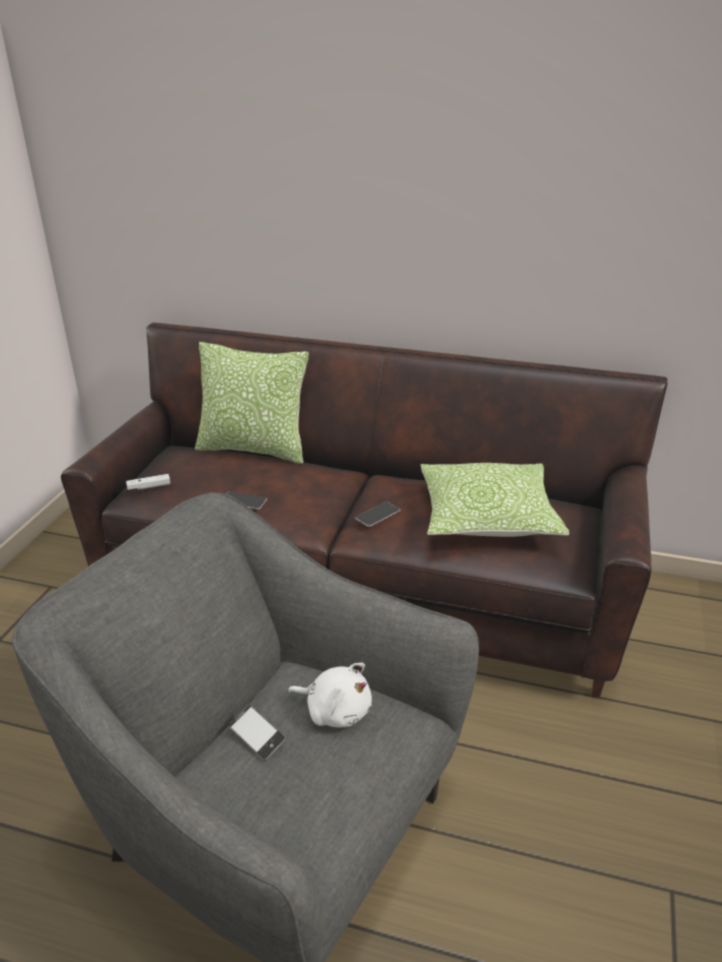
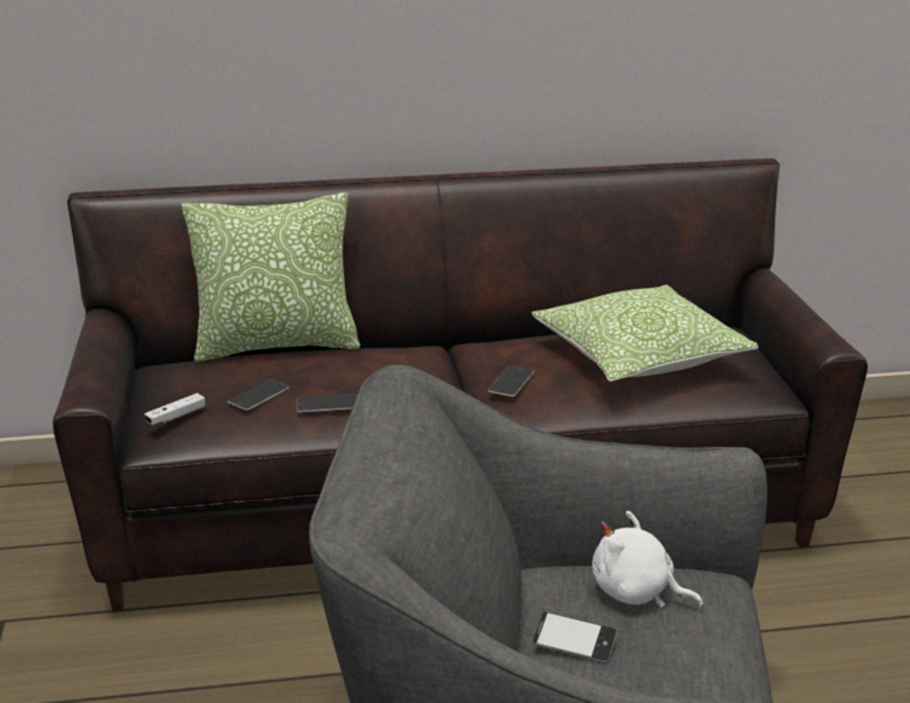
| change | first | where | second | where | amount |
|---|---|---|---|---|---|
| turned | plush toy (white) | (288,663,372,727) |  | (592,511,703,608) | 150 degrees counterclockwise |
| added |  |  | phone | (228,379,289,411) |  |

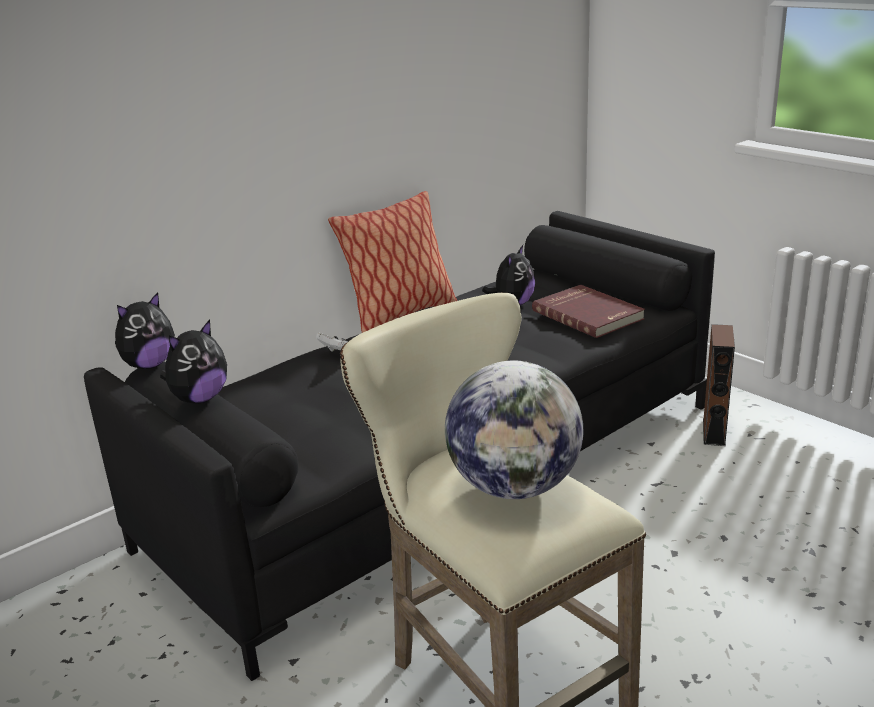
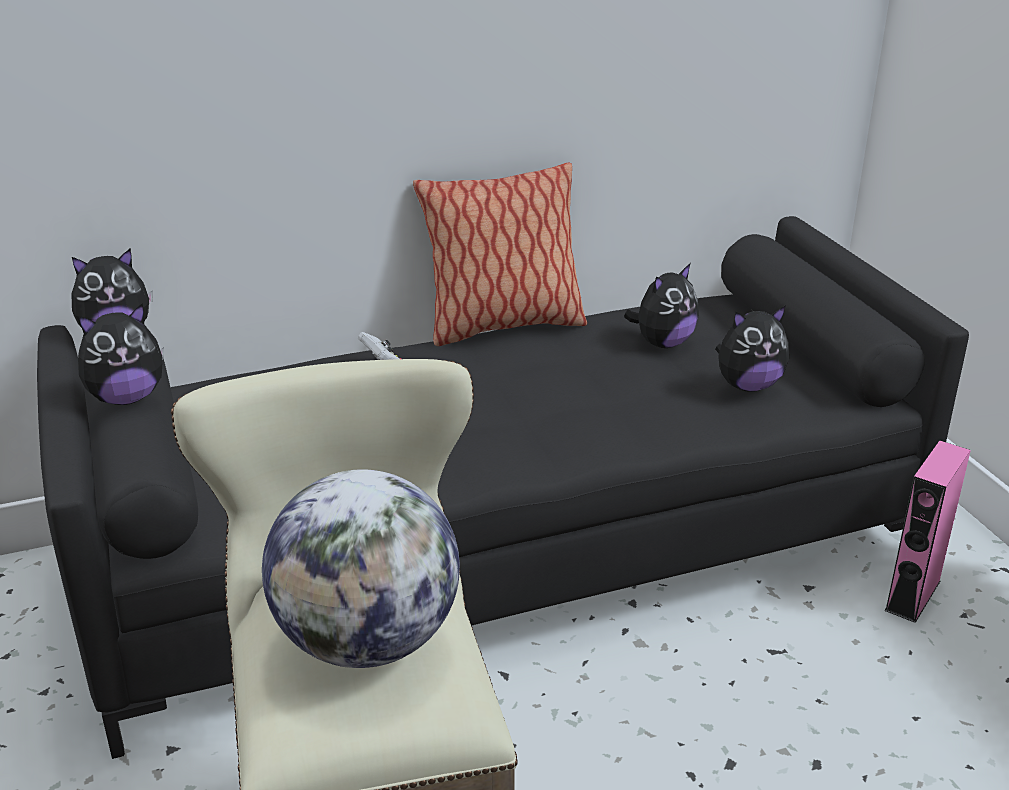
| change | first | where | second | where | amount |
|---|---|---|---|---|---|
| replaced | bound book (red-coloured) | (532,285,645,338) | plush toy | (715,305,789,392) |  |
| recoloured | speaker (brown) | (703,324,735,446) | speaker (pink) | (884,440,971,623) |  |

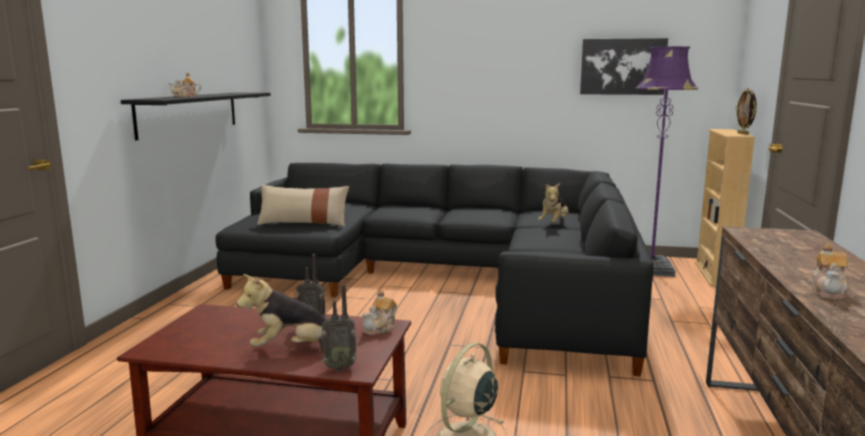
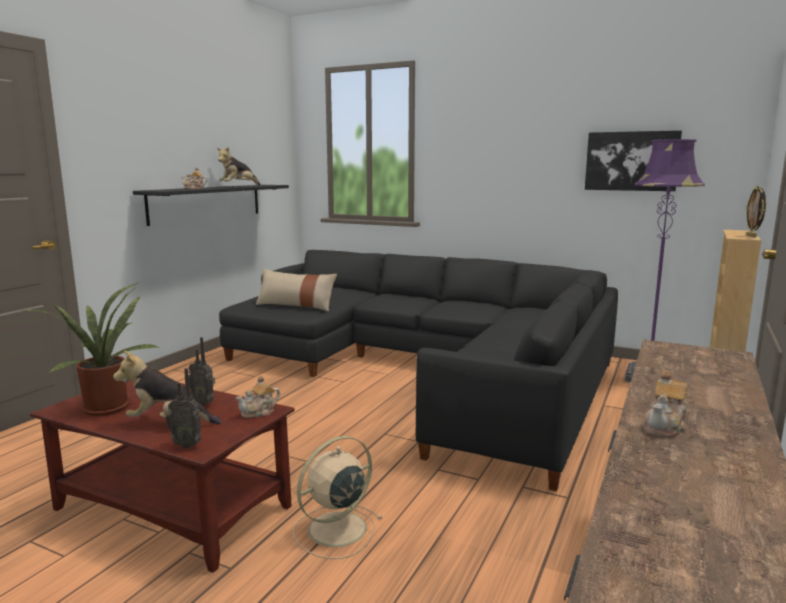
| change | first | where | second | where | amount |
|---|---|---|---|---|---|
| moved | plush toy | (538,183,568,223) |  | (217,147,260,185) |  |
| added |  |  | houseplant | (18,283,161,416) |  |

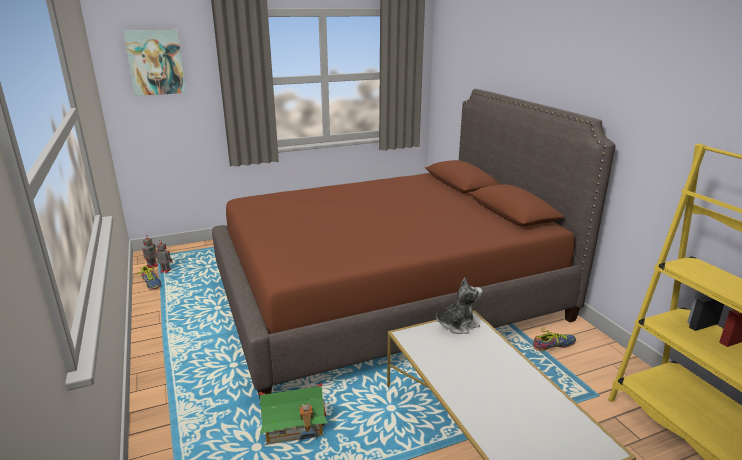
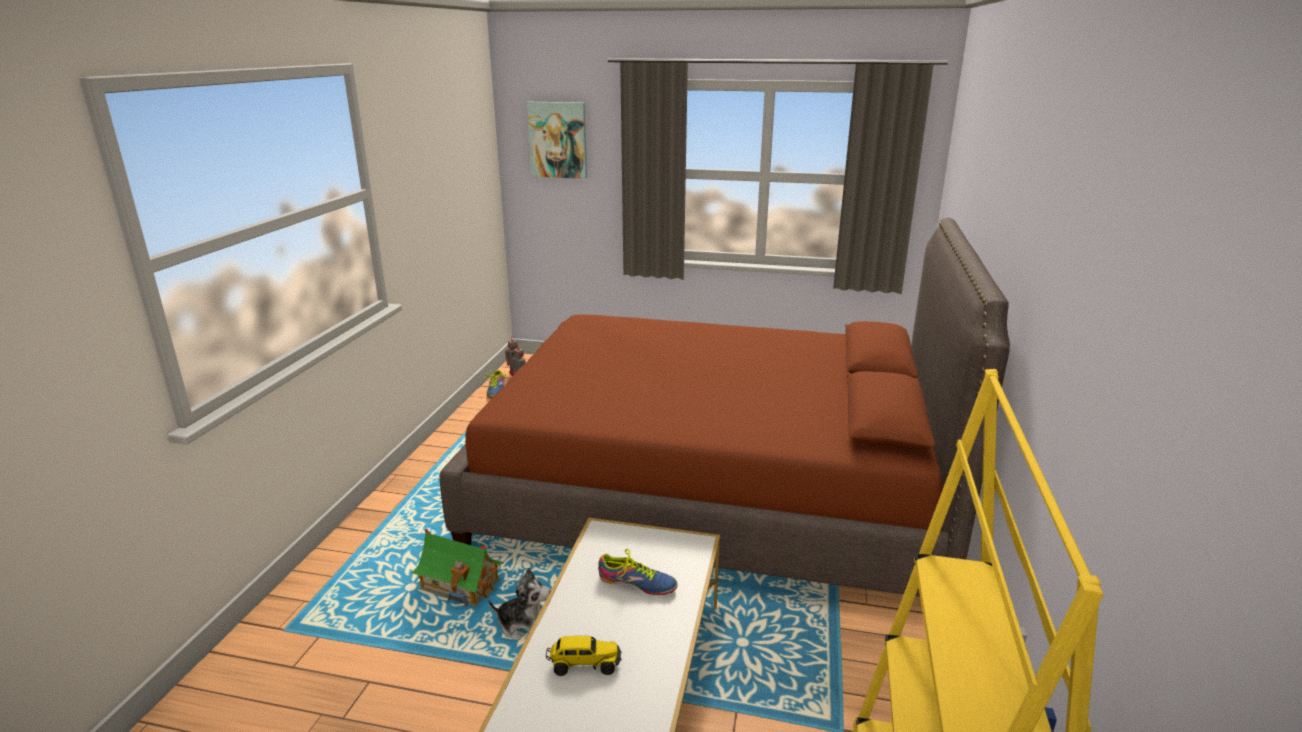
| change | first | where | second | where | amount |
|---|---|---|---|---|---|
| moved | plush toy | (436,278,483,334) |  | (488,568,551,640) |  |
| moved | shoe | (533,329,576,351) |  | (598,549,678,595) |  |
| added |  |  | model truck | (546,636,622,676) |  |

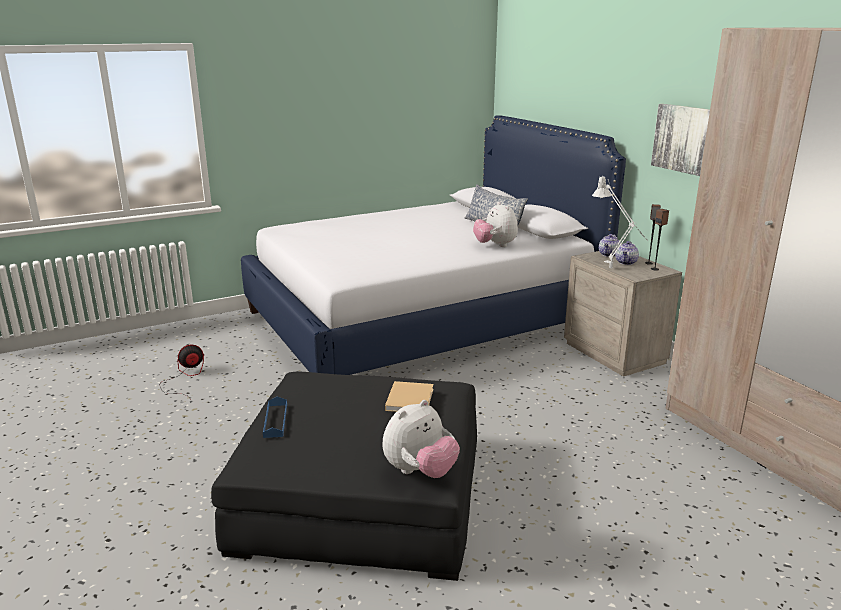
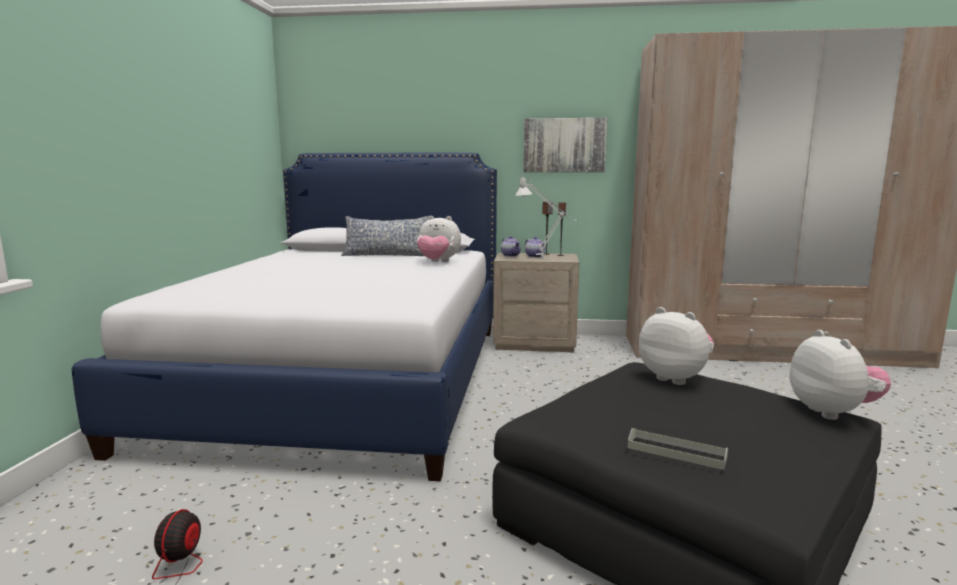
| change | first | where | second | where | amount |
|---|---|---|---|---|---|
| recoloured | carrying tray (bluish) | (263,397,287,438) | carrying tray (greyish) | (628,428,728,470) |  |
| replaced | bound book (beige) | (385,381,434,412) | plush toy | (639,307,714,385) |  |

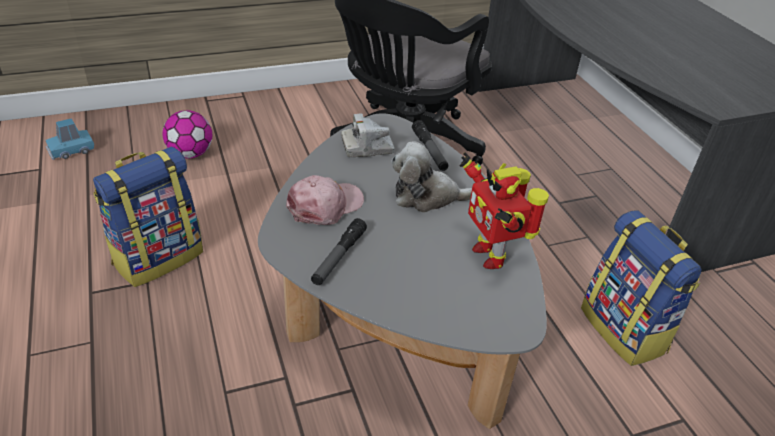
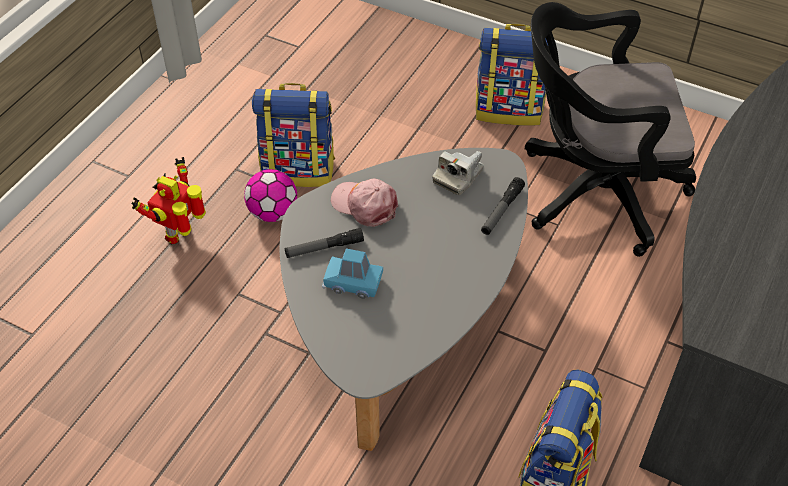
| change | first | where | second | where | amount |
|---|---|---|---|---|---|
| moved | model car (bluish) | (45,118,94,160) |  | (322,248,383,299) |  |
| moved | football | (162,110,212,158) |  | (244,169,297,222) |  |
| turned | baseball cap (pink) | (286,175,364,225) |  | (331,179,398,227) | 150 degrees counterclockwise |
| turned | still camera | (341,113,394,157) |  | (432,151,484,195) | 90 degrees counterclockwise |
| removed | plush toy | (392,142,472,213) |  |  |  |
| moved | robot figure | (460,152,549,269) |  | (131,157,206,244) |  |
| added |  |  | rucksack | (476,24,548,126) |  |

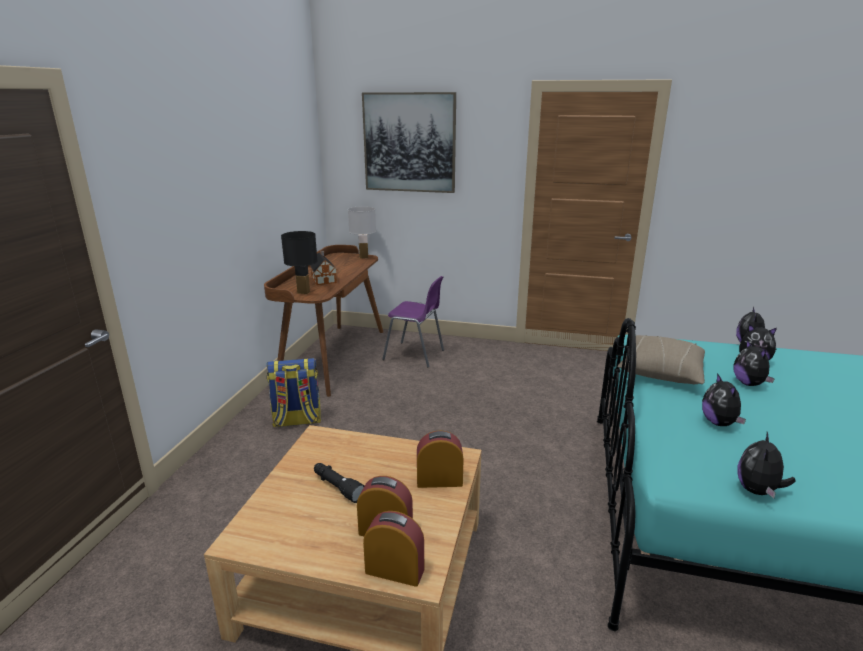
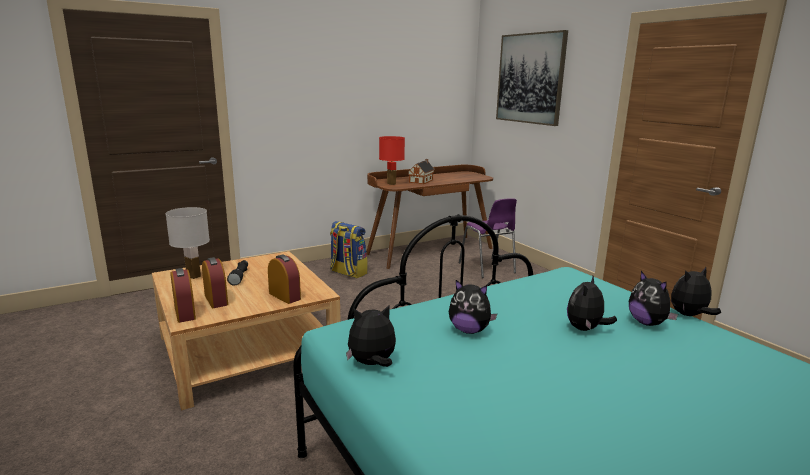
| change | first | where | second | where | amount |
|---|---|---|---|---|---|
| recoloured | lamp for a table (blackish) | (281,231,318,294) | lamp for a table (red-coloured) | (379,136,405,185) |  |
| moved | lamp for a table (white) | (348,206,376,258) |  | (165,207,210,279) |  |
| removed | pillow (beige) | (618,335,705,384) |  |  |  |
| turned | plush toy | (702,373,746,426) |  | (449,280,497,334) | 105 degrees counterclockwise |

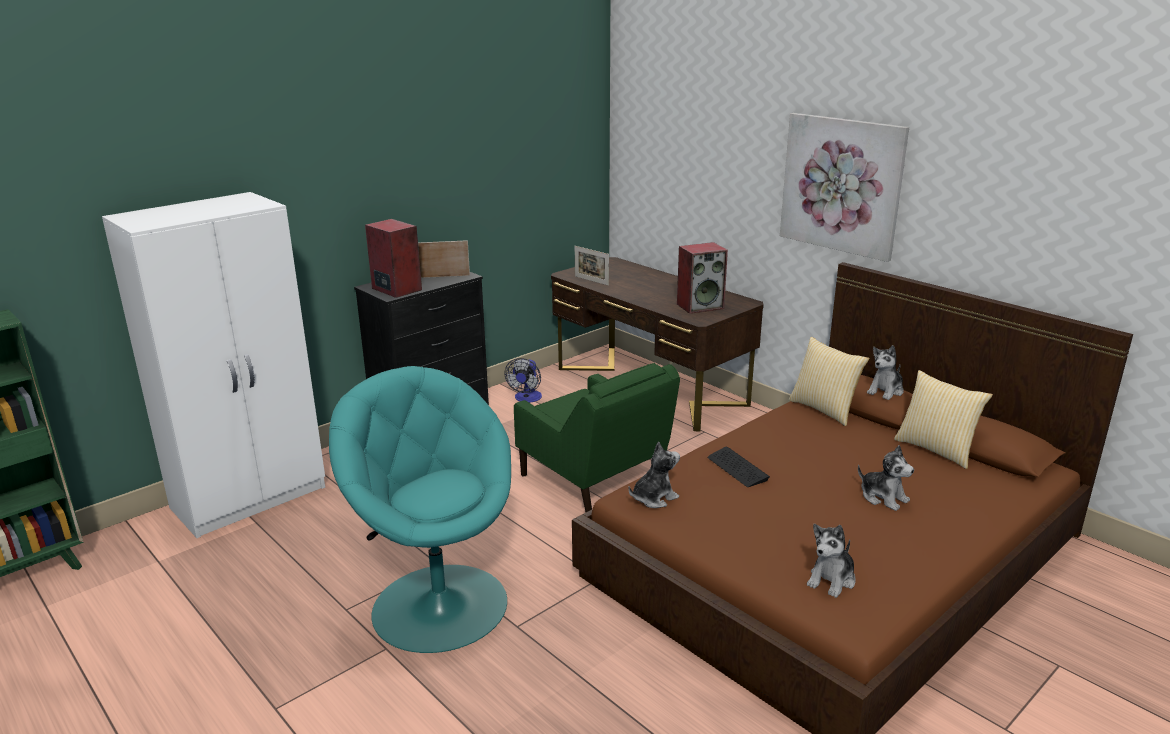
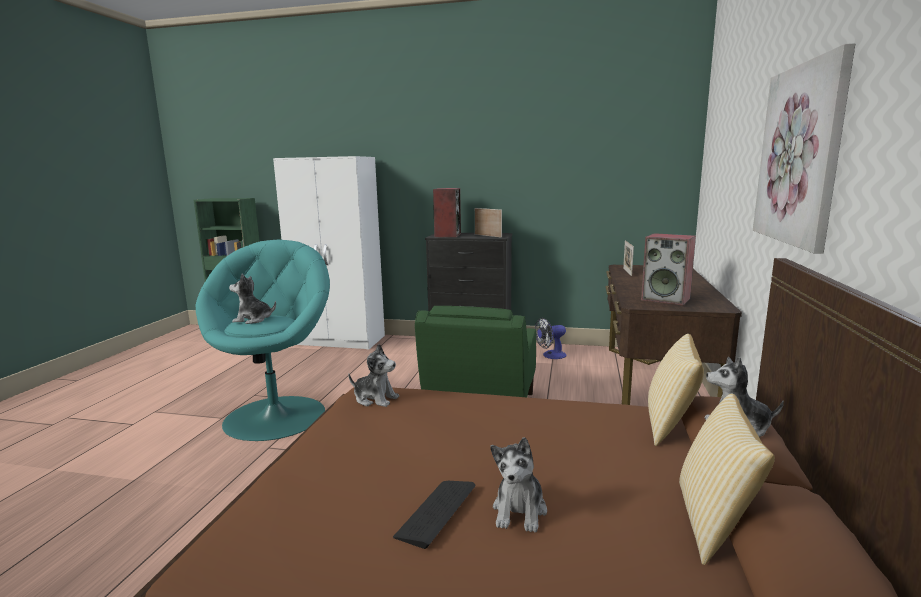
| change | first | where | second | where | amount |
|---|---|---|---|---|---|
| moved | computer keyboard | (708,446,770,487) |  | (393,481,476,549) |  |
| moved | plush toy | (807,524,856,598) |  | (229,273,276,324) |  |

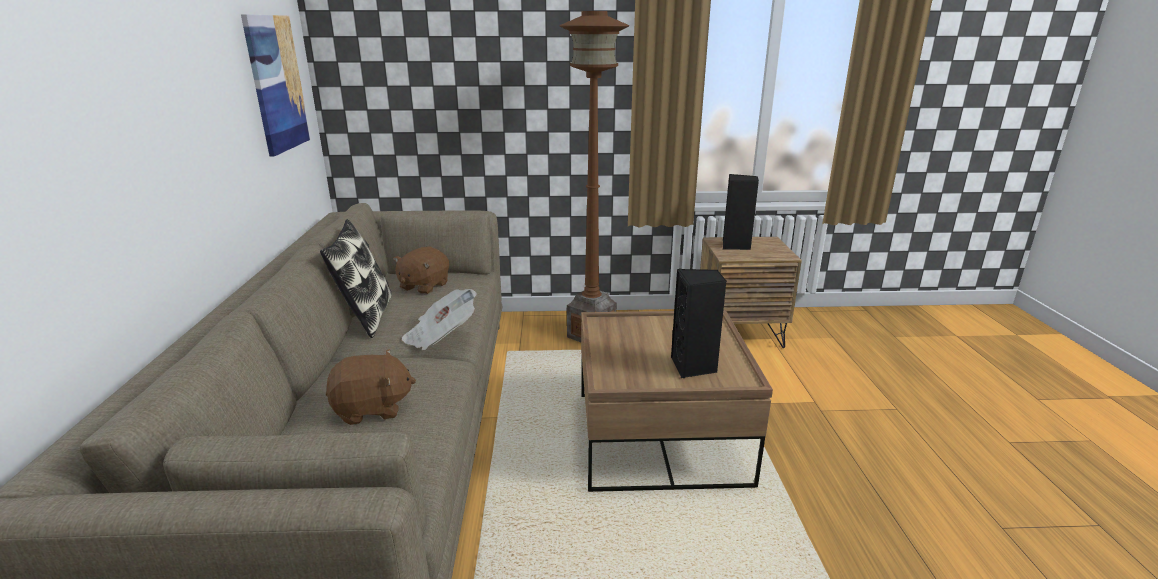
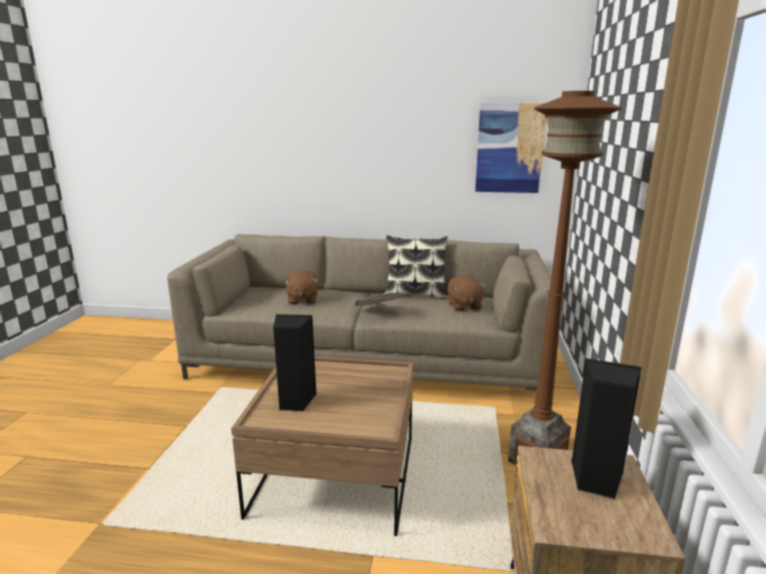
| change | first | where | second | where | amount |
|---|---|---|---|---|---|
| turned | plush toy (brown) | (393,247,449,295) |  | (447,275,486,311) | 135 degrees counterclockwise |

